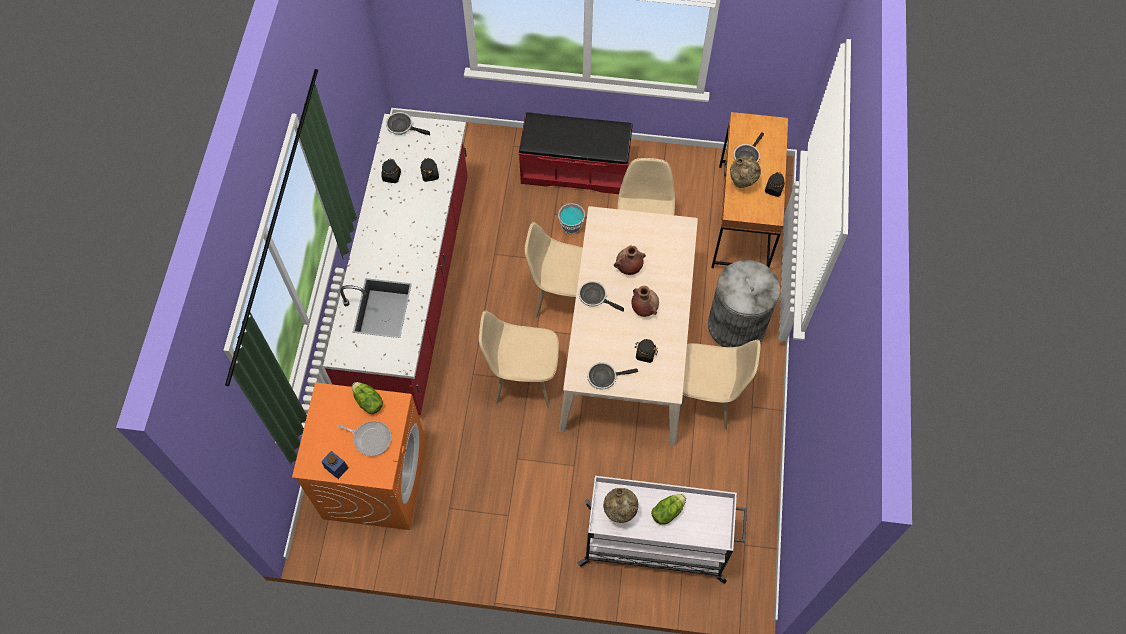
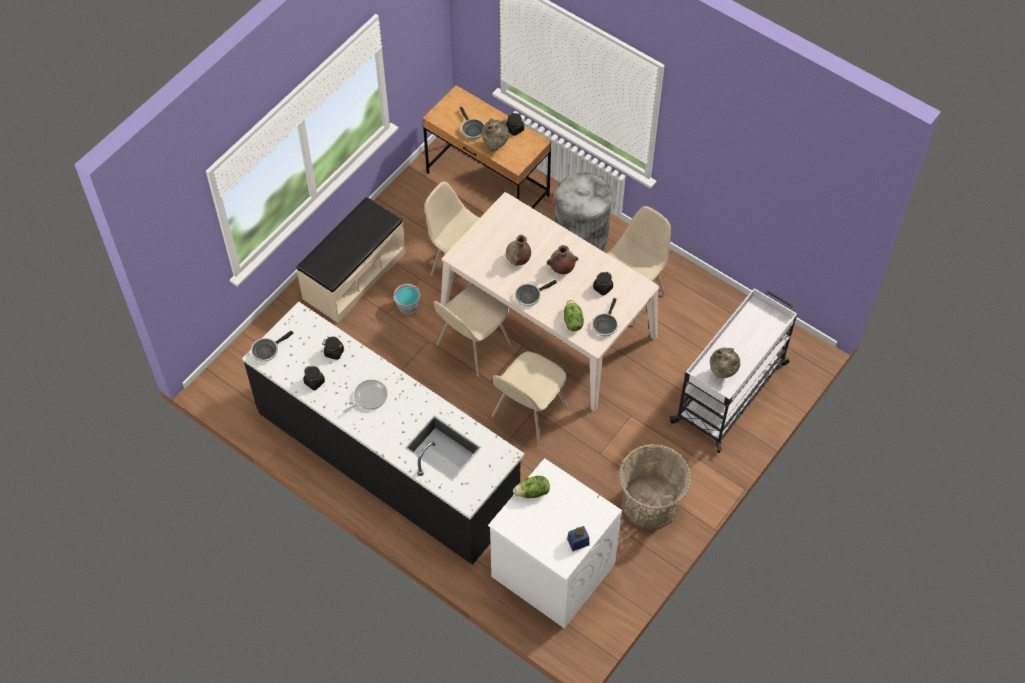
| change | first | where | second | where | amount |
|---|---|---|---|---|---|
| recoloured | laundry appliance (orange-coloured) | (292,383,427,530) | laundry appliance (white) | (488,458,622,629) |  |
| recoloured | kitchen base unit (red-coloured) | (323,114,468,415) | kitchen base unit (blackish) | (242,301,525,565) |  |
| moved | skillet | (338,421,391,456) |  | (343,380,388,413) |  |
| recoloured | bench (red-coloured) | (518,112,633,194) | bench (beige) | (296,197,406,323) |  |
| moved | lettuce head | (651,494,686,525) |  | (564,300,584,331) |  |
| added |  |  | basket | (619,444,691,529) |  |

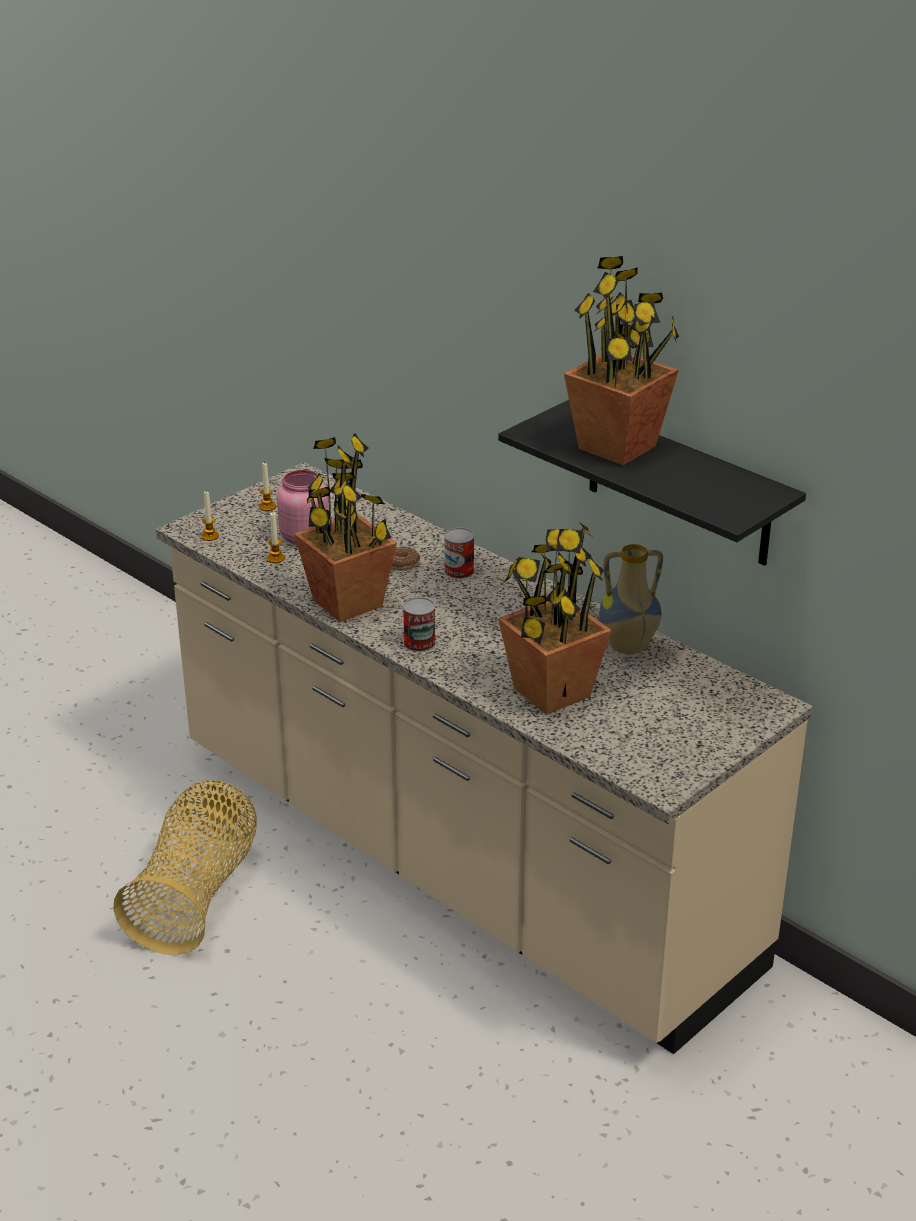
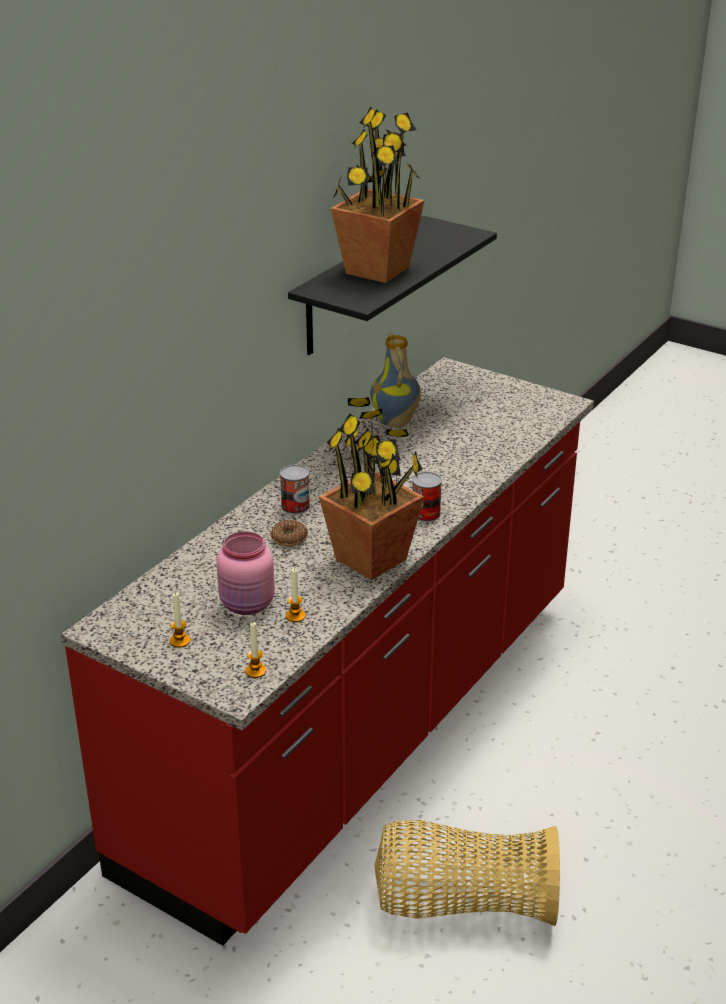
| change | first | where | second | where | amount |
|---|---|---|---|---|---|
| recoloured | kitchen base unit (beige) | (156,462,812,1054) | kitchen base unit (red-coloured) | (61,357,594,946) |  |
| removed | houseplant | (498,518,611,715) |  |  |  |

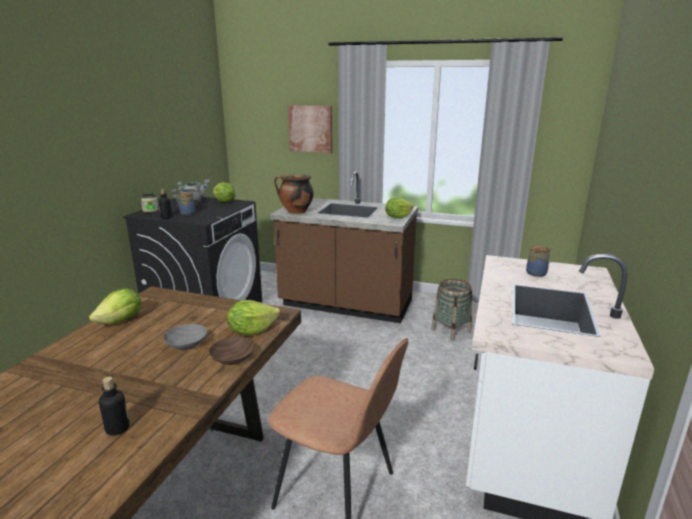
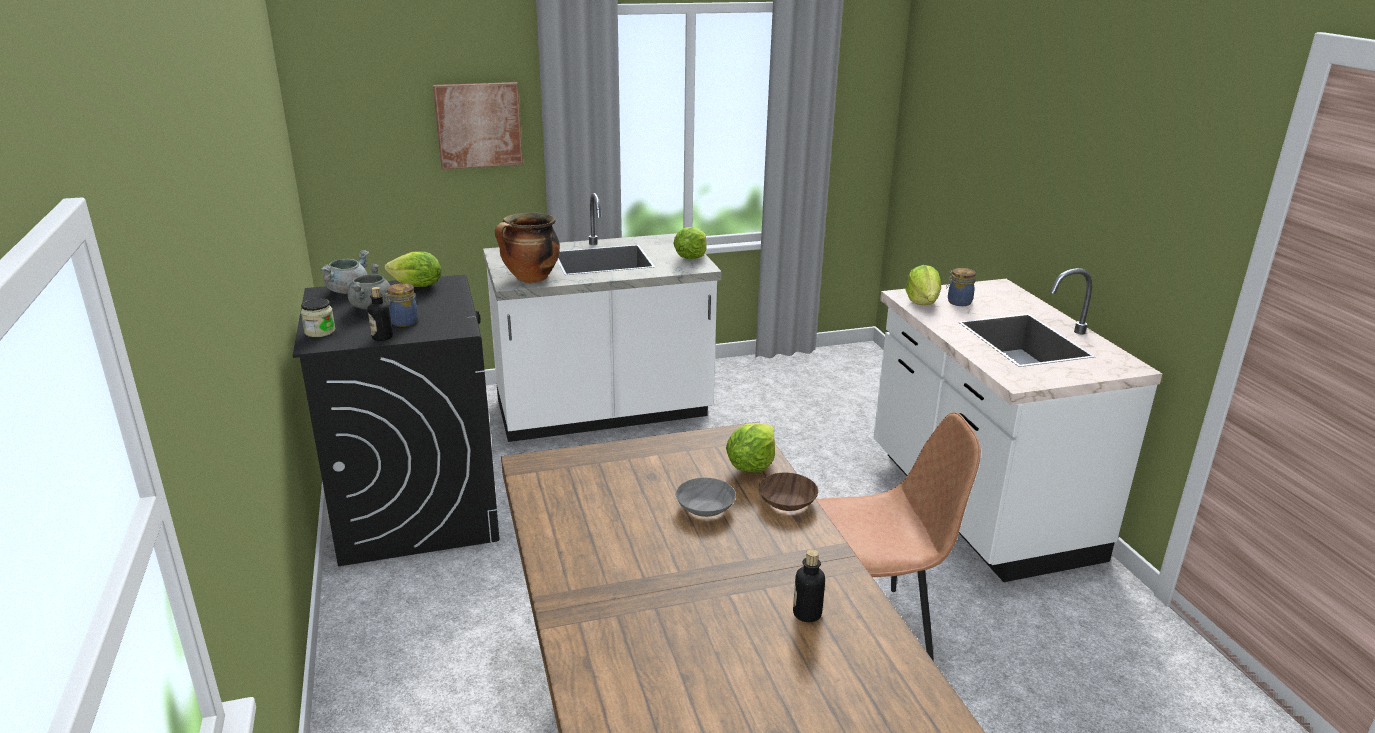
| change | first | where | second | where | amount |
|---|---|---|---|---|---|
| moved | lettuce head | (89,288,142,324) |  | (906,265,941,305) |  |
| recoloured | kitchen base unit (brown) | (270,172,418,323) | kitchen base unit (white) | (483,193,722,442) |  |
| removed | basket | (431,279,472,341) |  |  |  |

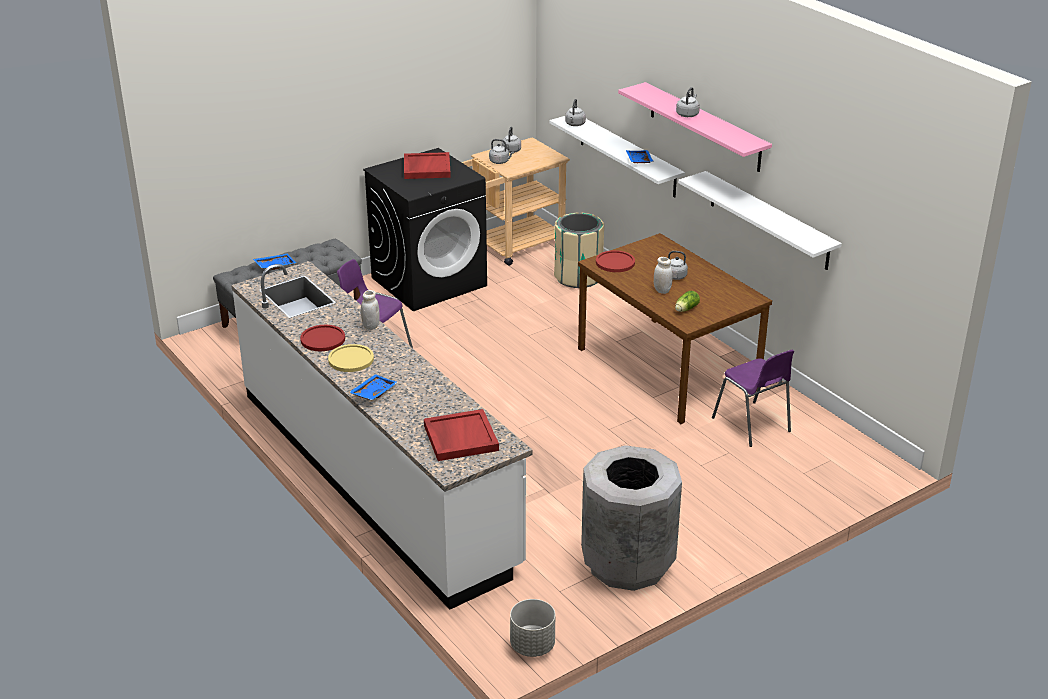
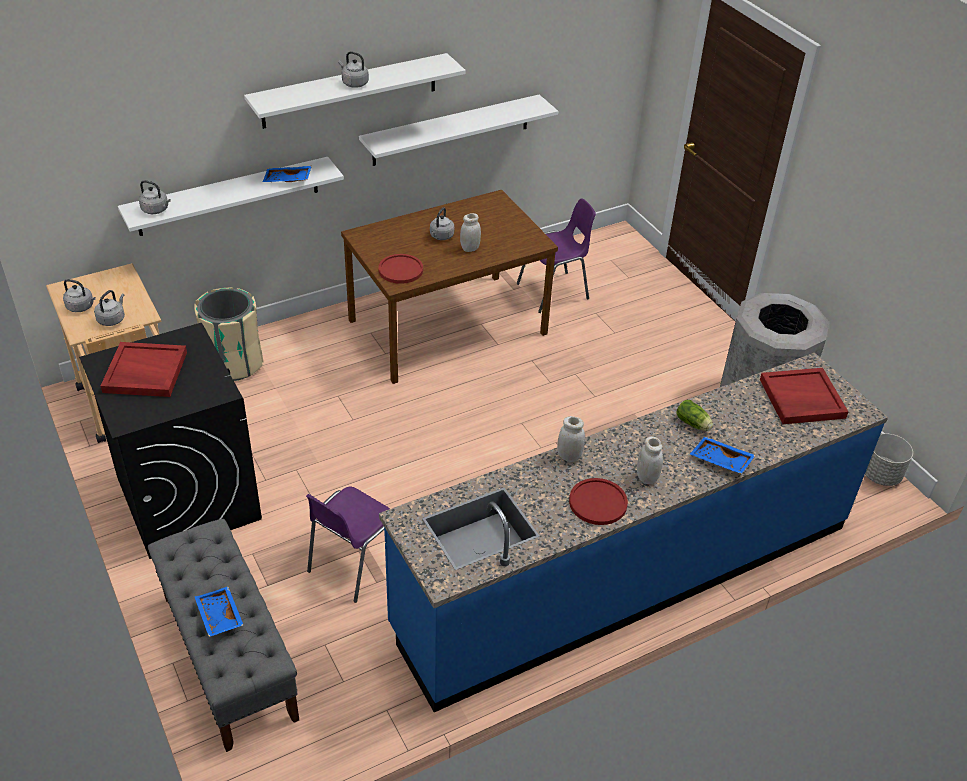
| change | first | where | second | where | amount |
|---|---|---|---|---|---|
| recoloured | kitchen base unit (white) | (231,261,533,610) | kitchen base unit (bluish) | (379,353,888,712) |  |
| replaced | dinner plate (yellowish) | (328,344,374,372) | storage jar (white) | (637,436,663,484) |  |
| recoloured | wall shelf (pink) | (618,82,772,172) | wall shelf (white) | (244,53,466,129) |  |
| moved | lettuce head | (675,291,700,312) |  | (676,400,713,431) |  |

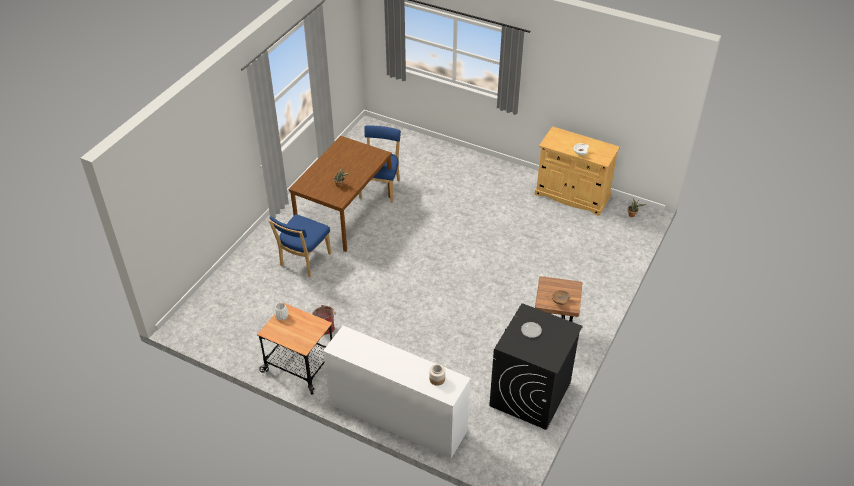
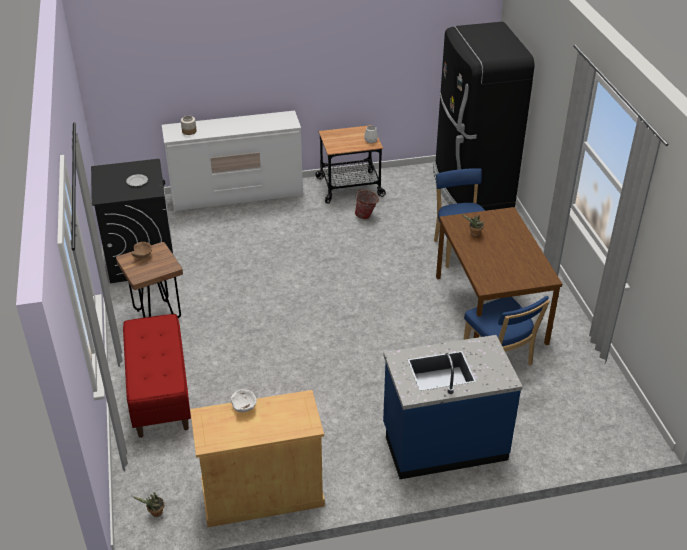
| change | first | where | second | where | amount |
|---|---|---|---|---|---|
| added |  |  | bench (red-coloured) | (123,314,191,438) |  |
| added |  |  | kitchen base unit (bluish) | (383,335,523,479) |  |
| added |  |  | kitchen fridge (blackish) | (433,22,535,211) |  |

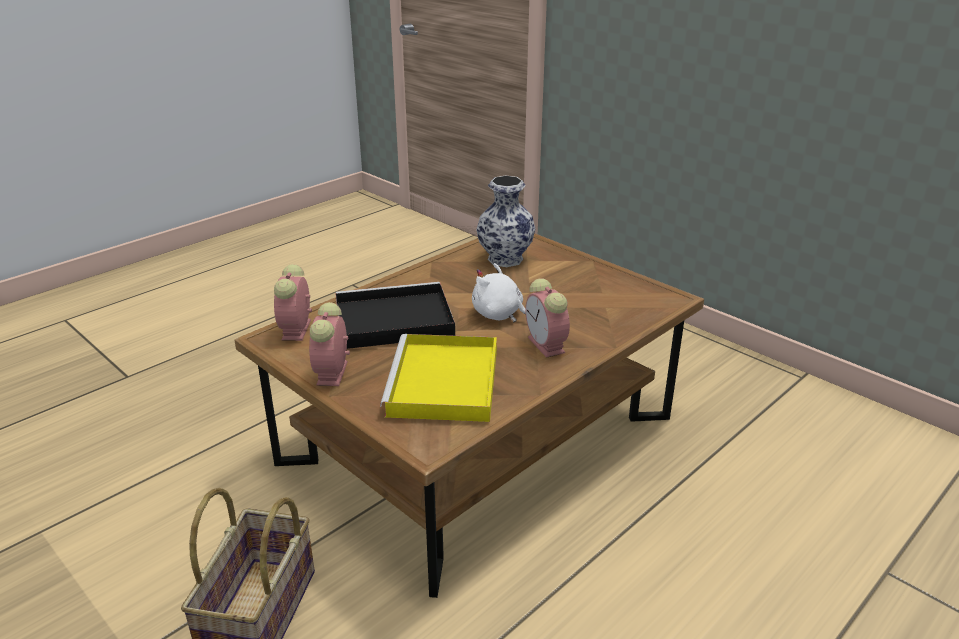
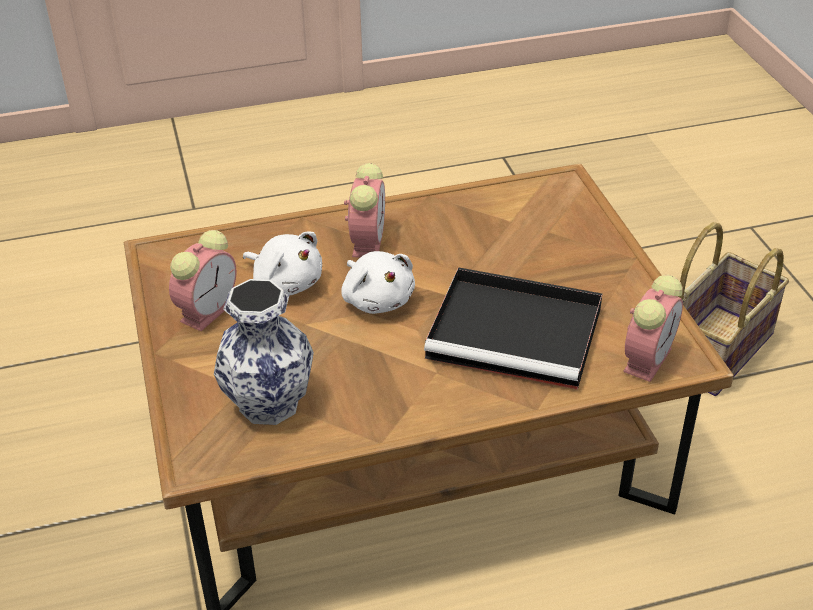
| change | first | where | second | where | amount |
|---|---|---|---|---|---|
| moved | table clock | (309,302,350,386) |  | (169,230,237,331) |  |
| removed | carrying tray (yellowish) | (380,334,497,422) |  |  |  |
| added |  |  | plush toy (white) | (243,232,322,296) |  |

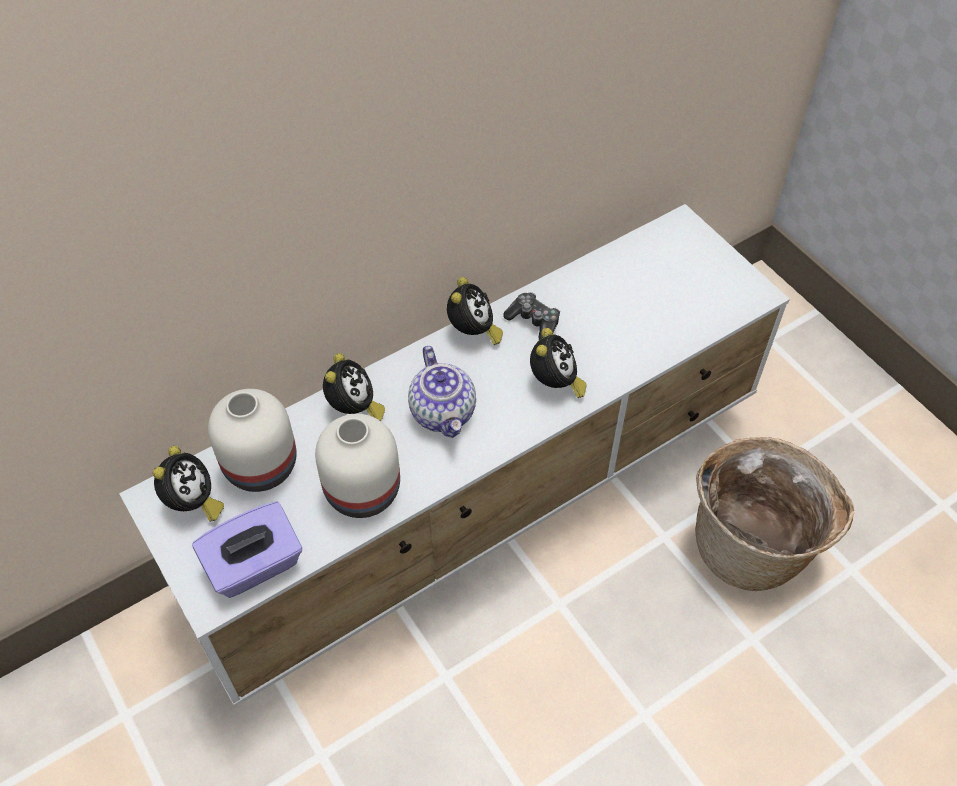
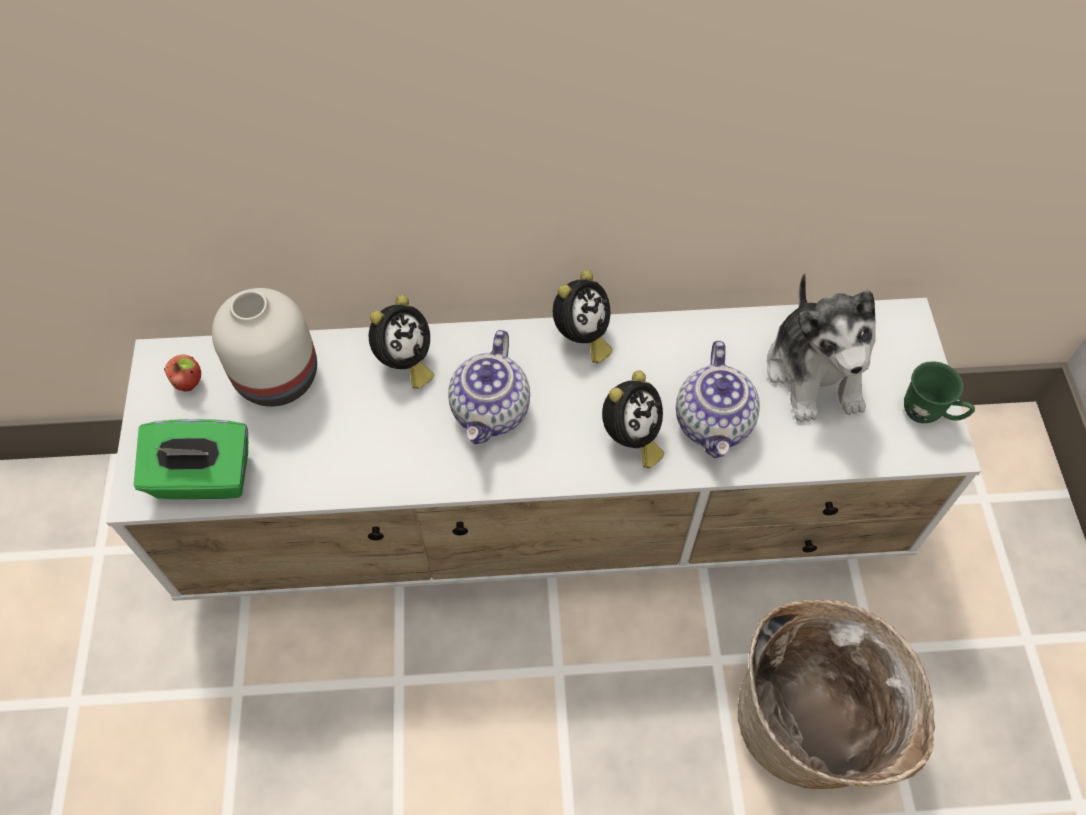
| change | first | where | second | where | amount |
|---|---|---|---|---|---|
| replaced | table clock | (153,446,224,522) | apple | (164,355,201,392) |  |
| recoloured | tissue holder (purple-coloured) | (192,501,302,598) | tissue holder (green-coloured) | (134,419,248,499) |  |
| removed | flower vase (white) | (315,414,400,518) |  |  |  |
| removed | gamepad | (503,292,560,340) |  |  |  |
| added |  |  | teapot | (676,341,760,458) |  |
| added |  |  | plush toy | (767,273,876,422) |  |
| added |  |  | mug (green-coloured) | (904,361,975,423) |  |

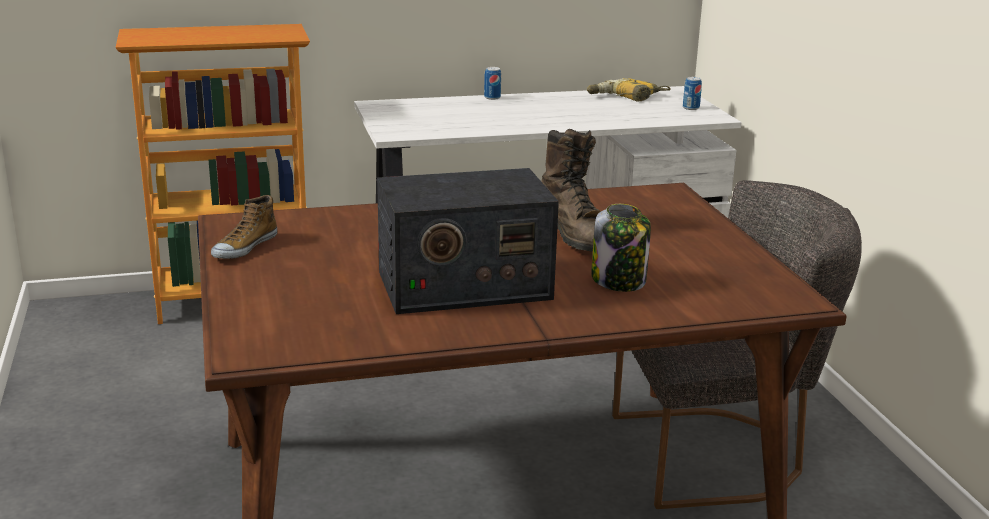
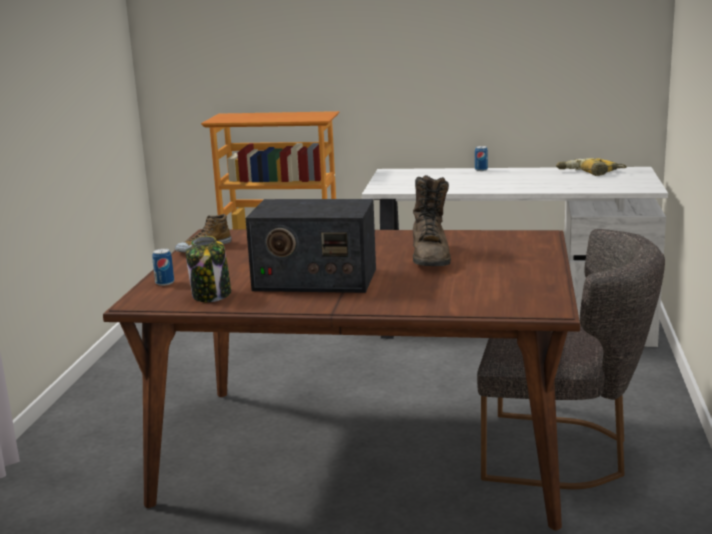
| change | first | where | second | where | amount |
|---|---|---|---|---|---|
| moved | storage jar | (591,204,651,292) |  | (186,236,231,302) |  |
| moved | can | (683,77,702,110) |  | (152,248,174,286) |  |

